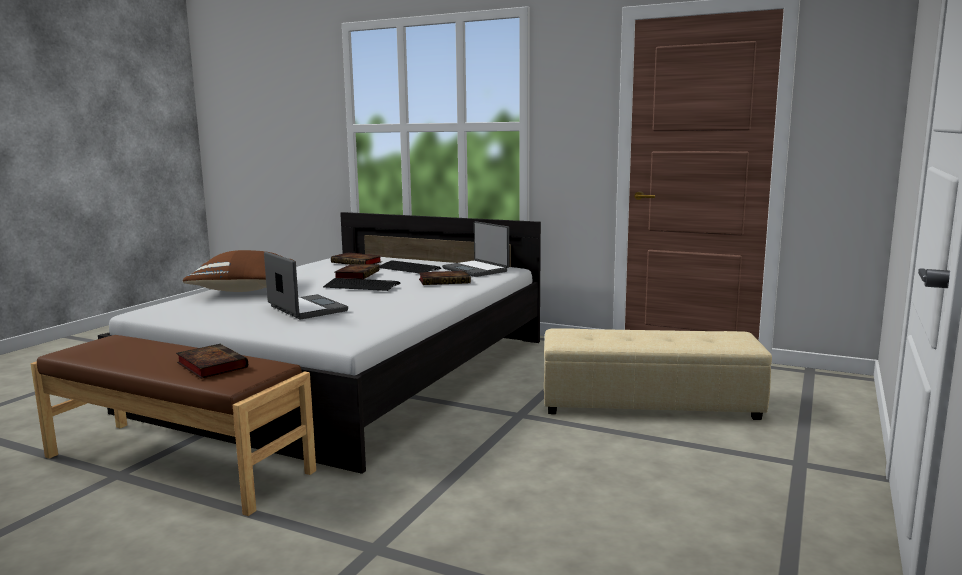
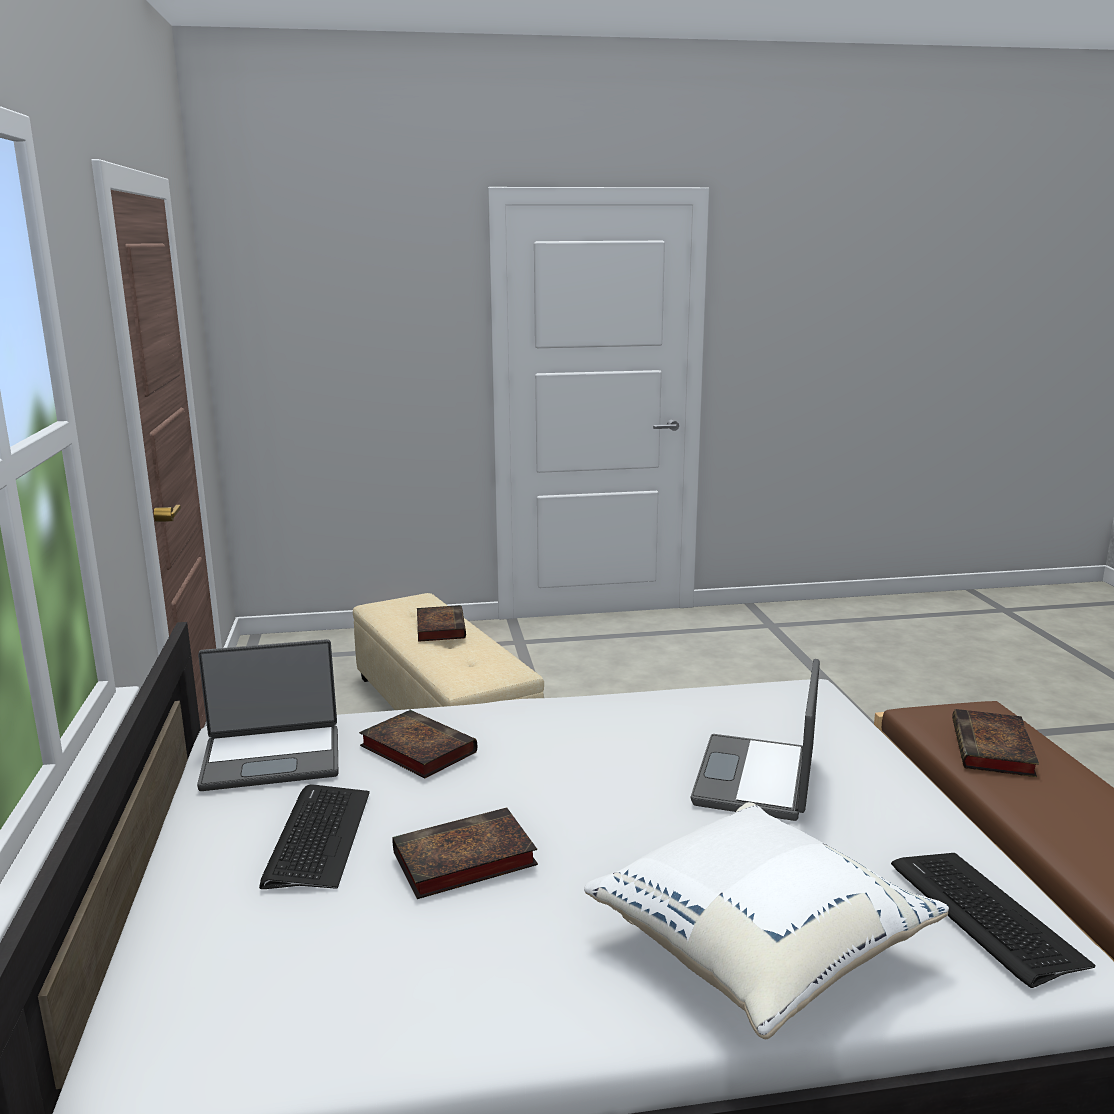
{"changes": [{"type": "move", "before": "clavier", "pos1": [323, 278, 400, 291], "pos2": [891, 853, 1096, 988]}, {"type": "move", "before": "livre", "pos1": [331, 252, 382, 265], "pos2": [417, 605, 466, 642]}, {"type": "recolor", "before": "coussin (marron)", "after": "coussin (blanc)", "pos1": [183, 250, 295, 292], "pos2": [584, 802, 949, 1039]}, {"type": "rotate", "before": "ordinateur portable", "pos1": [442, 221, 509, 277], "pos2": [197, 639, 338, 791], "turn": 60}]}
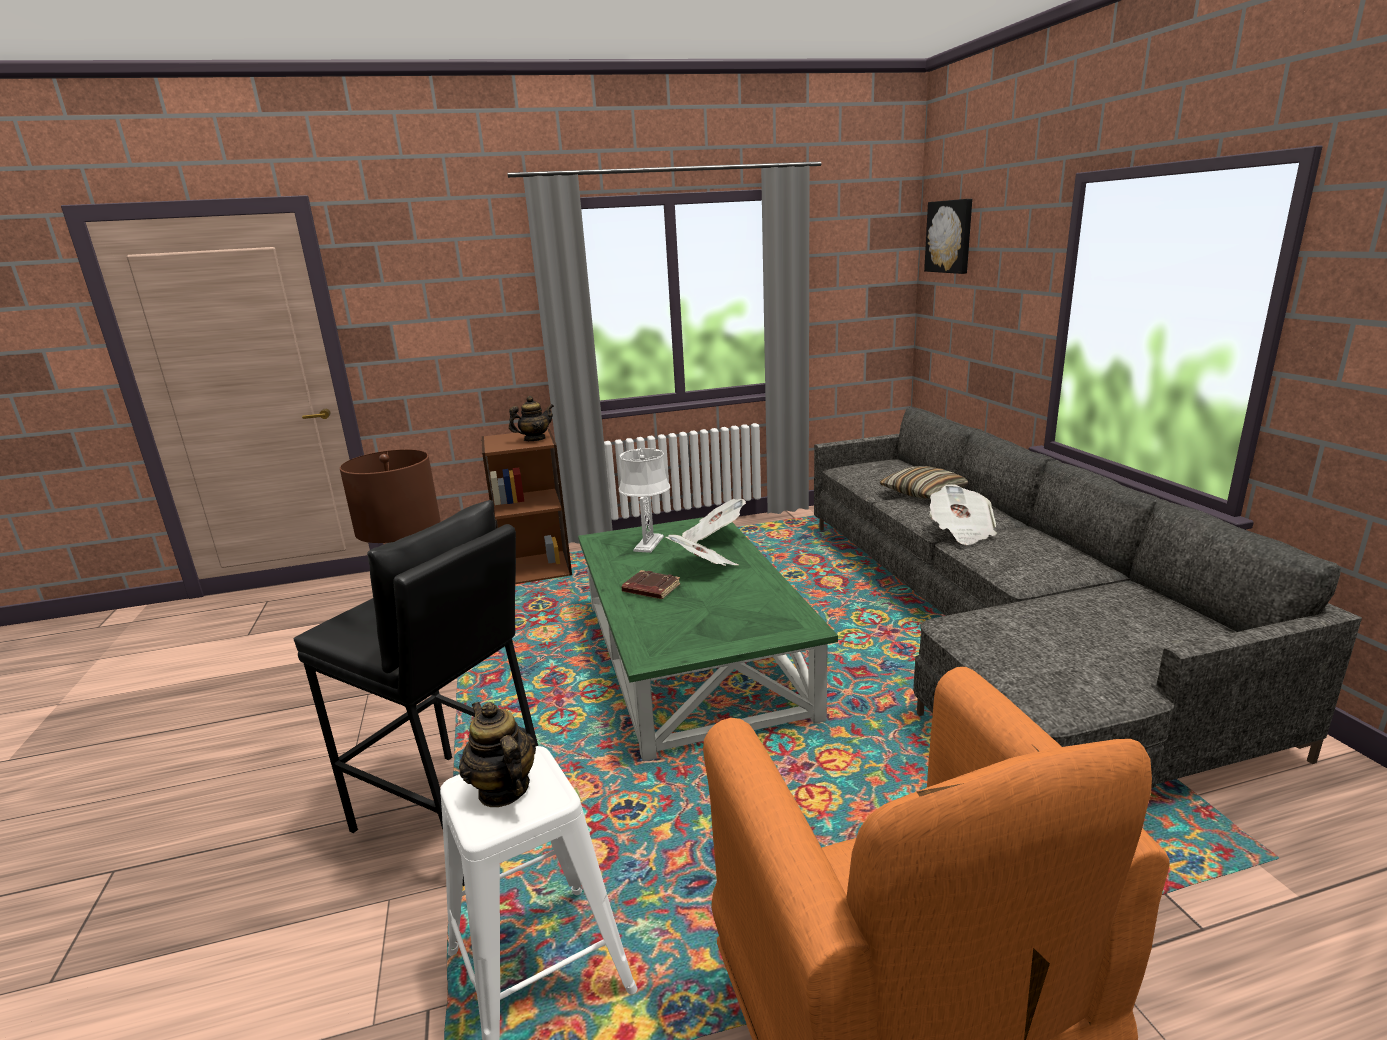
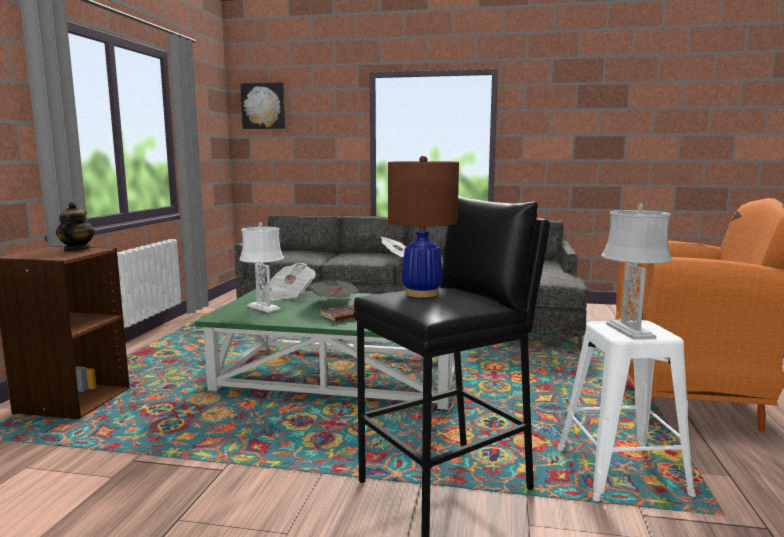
{"changes": [{"type": "delete", "before": "coussin", "pos1": [879, 466, 969, 498]}, {"type": "replace", "before": "théière", "after": "lampe de table (gris)", "pos1": [459, 702, 536, 807], "pos2": [601, 203, 672, 340]}]}
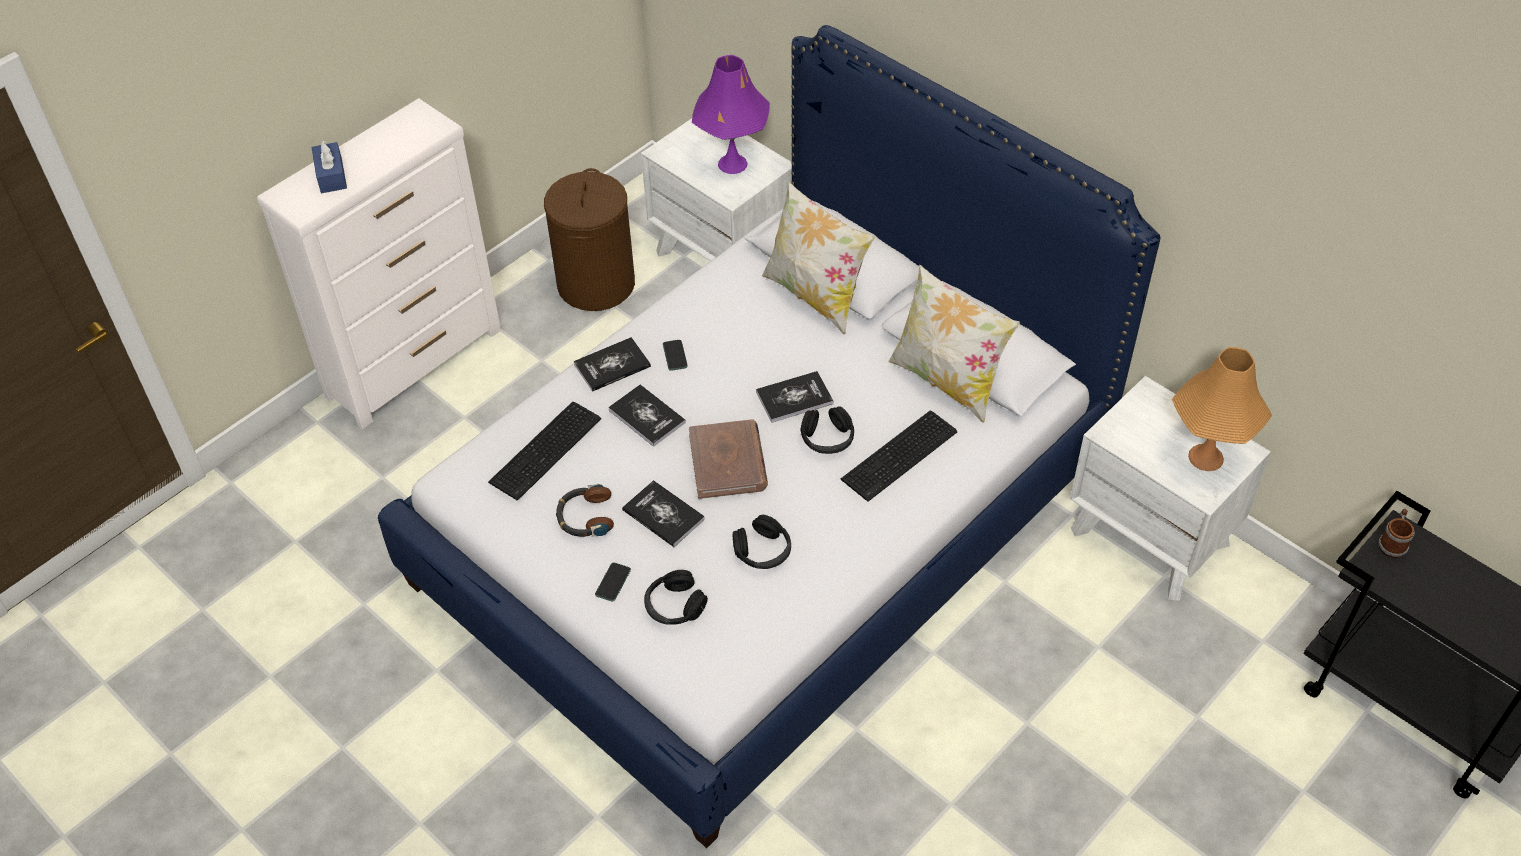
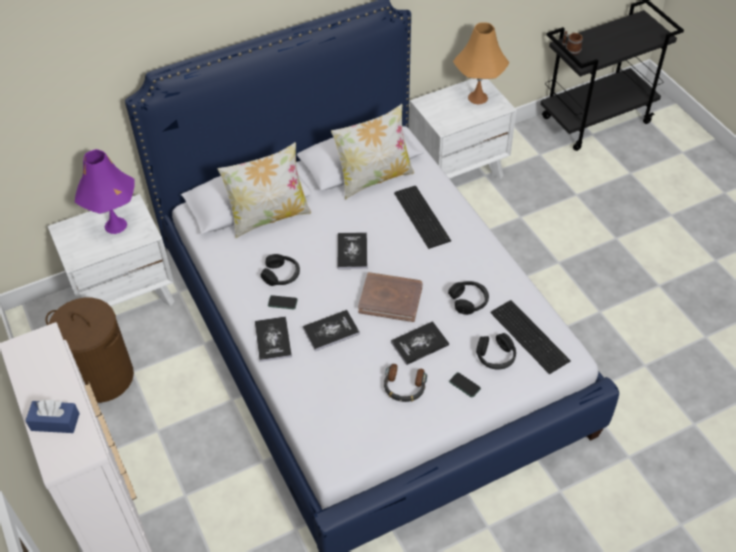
{"changes": [{"type": "move", "before": "clavier", "pos1": [488, 402, 601, 501], "pos2": [490, 300, 571, 374]}, {"type": "move", "before": "casque audio (noir)", "pos1": [800, 406, 854, 454], "pos2": [261, 254, 300, 286]}]}
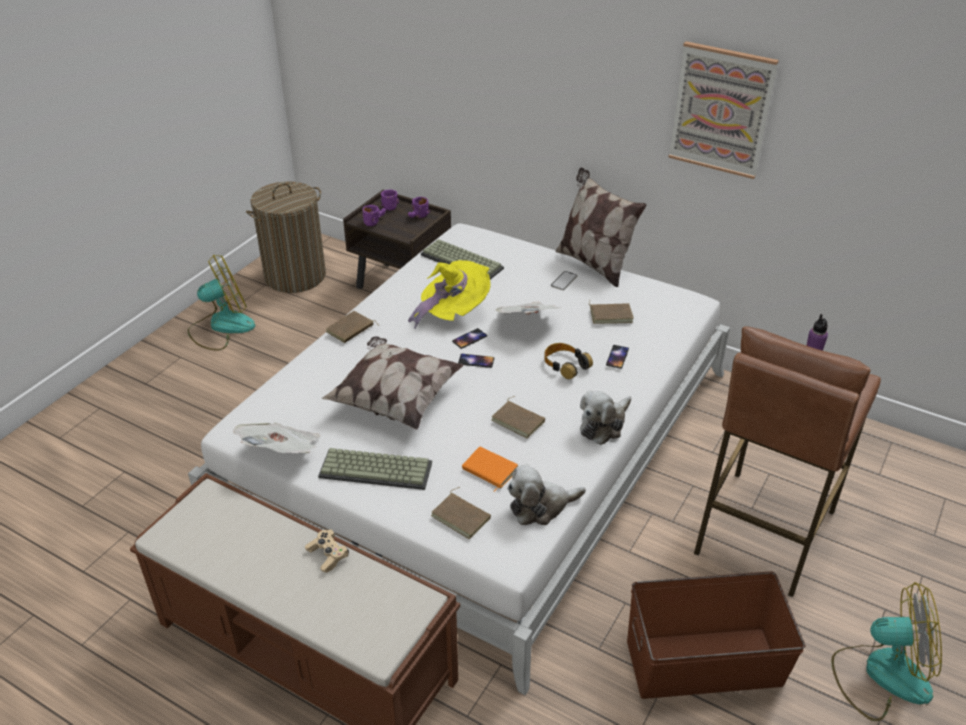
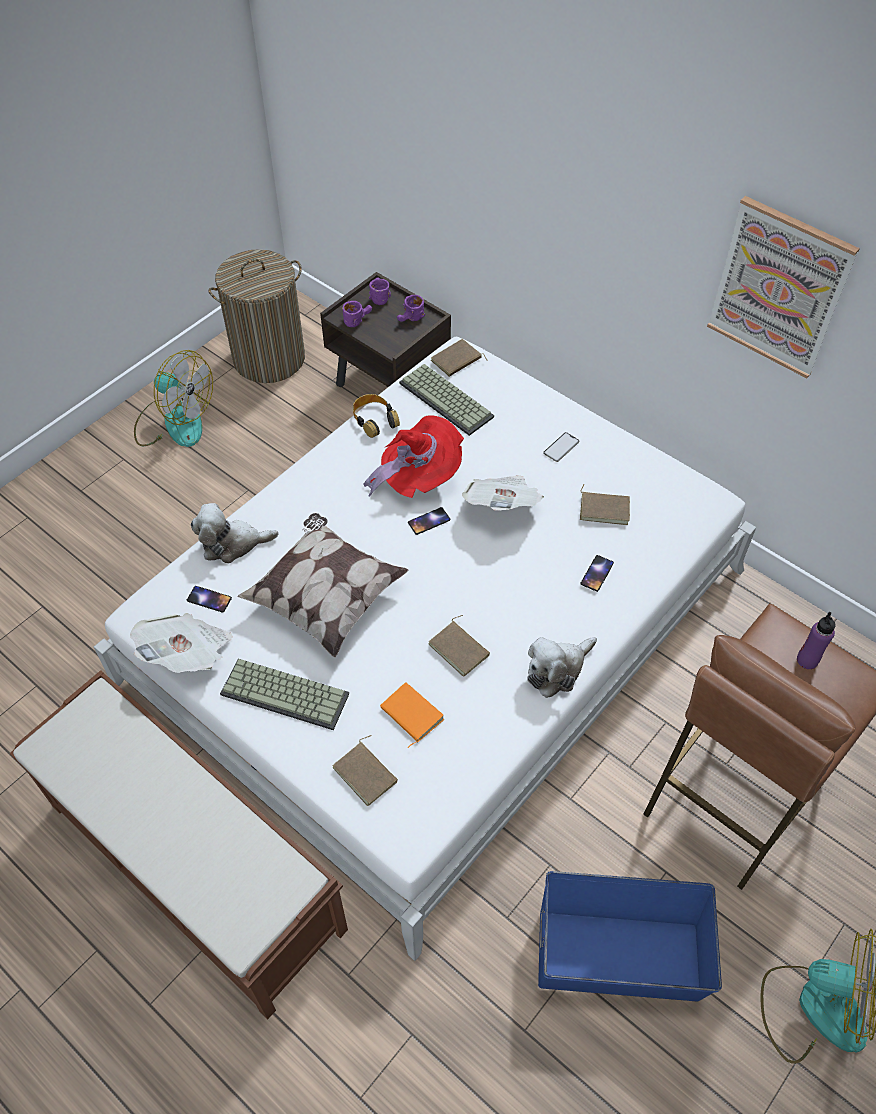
{"changes": [{"type": "delete", "before": "manette (beige)", "pos1": [305, 529, 349, 573]}, {"type": "delete", "before": "coussin", "pos1": [555, 167, 647, 287]}, {"type": "move", "before": "livre (marron)", "pos1": [326, 311, 380, 343], "pos2": [431, 339, 488, 377]}, {"type": "move", "before": "téléphone", "pos1": [458, 354, 494, 368], "pos2": [187, 586, 232, 613]}, {"type": "move", "before": "peluche", "pos1": [507, 465, 586, 525], "pos2": [191, 503, 278, 563]}, {"type": "move", "before": "casque audio", "pos1": [545, 343, 593, 379], "pos2": [353, 394, 400, 438]}, {"type": "recolor", "before": "chapeau (jaune)", "after": "chapeau (rouge)", "pos1": [408, 260, 491, 328], "pos2": [363, 415, 464, 498]}, {"type": "recolor", "before": "boîte de rangement (marron)", "after": "boîte de rangement (bleu)", "pos1": [627, 571, 805, 699], "pos2": [538, 871, 722, 1001]}, {"type": "rotate", "before": "ventilateur", "pos1": [188, 255, 255, 351], "pos2": [134, 350, 213, 447], "turn": 45}]}
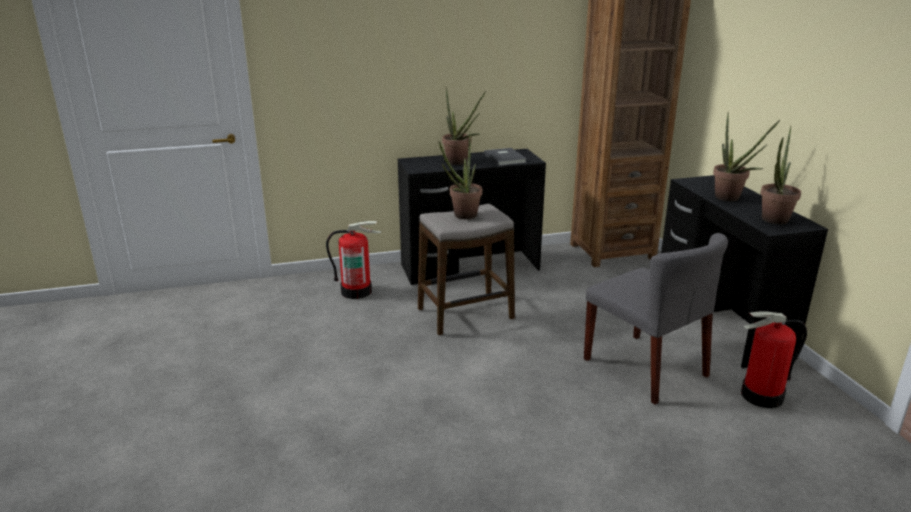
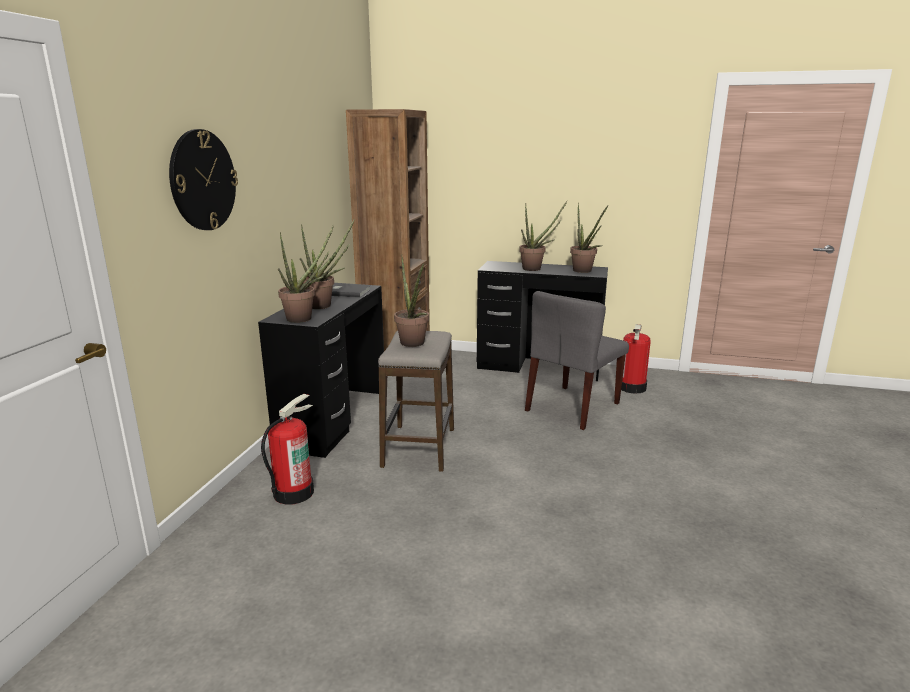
{"changes": [{"type": "insert", "after": "horloge murale", "pos2": [169, 129, 238, 230]}, {"type": "insert", "after": "plante en pot", "pos2": [278, 224, 334, 323]}, {"type": "rotate", "before": "chaise (gris)", "pos1": [584, 233, 728, 405], "pos2": [525, 291, 629, 430], "turn": 135}]}
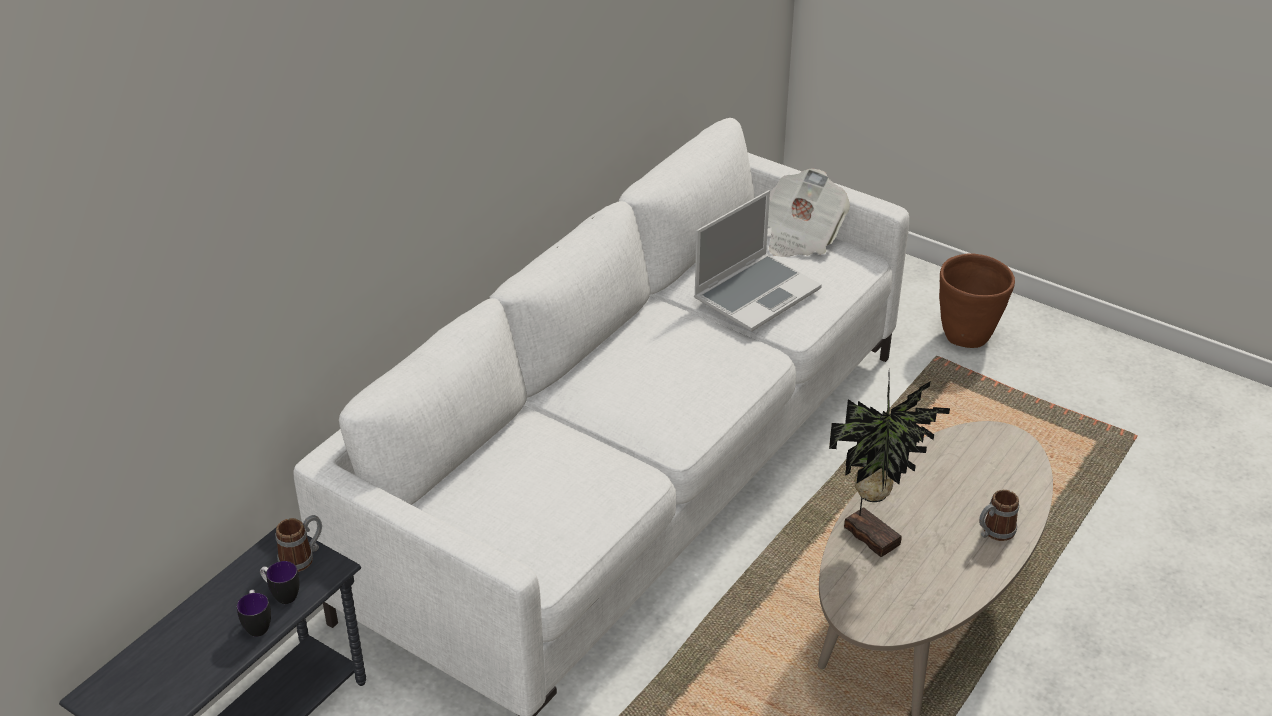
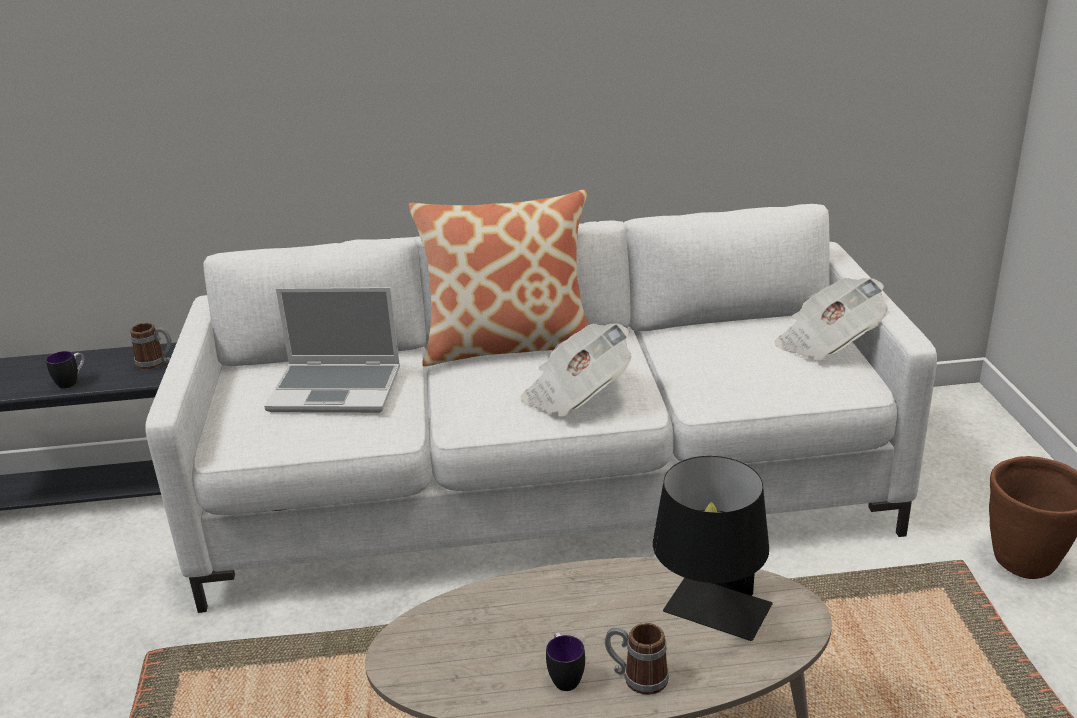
{"changes": [{"type": "delete", "before": "plante en pot", "pos1": [829, 373, 950, 557]}, {"type": "insert", "after": "coussin", "pos2": [409, 189, 589, 366]}, {"type": "insert", "after": "journal", "pos2": [521, 323, 632, 417]}, {"type": "insert", "after": "lampe de table (noir)", "pos2": [653, 456, 772, 641]}, {"type": "move", "before": "mug", "pos1": [260, 561, 300, 604], "pos2": [546, 633, 585, 691]}, {"type": "move", "before": "ordinateur portable", "pos1": [694, 190, 822, 332], "pos2": [264, 287, 400, 413]}]}
